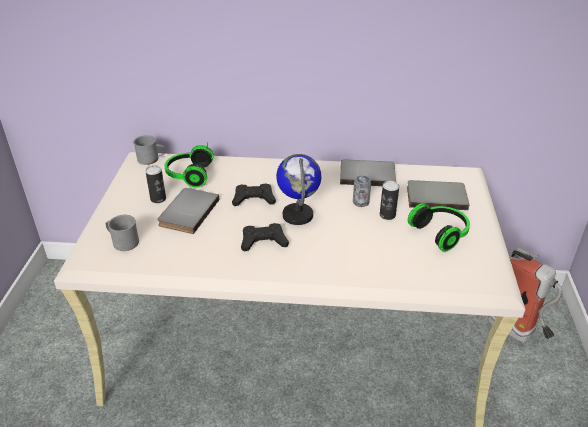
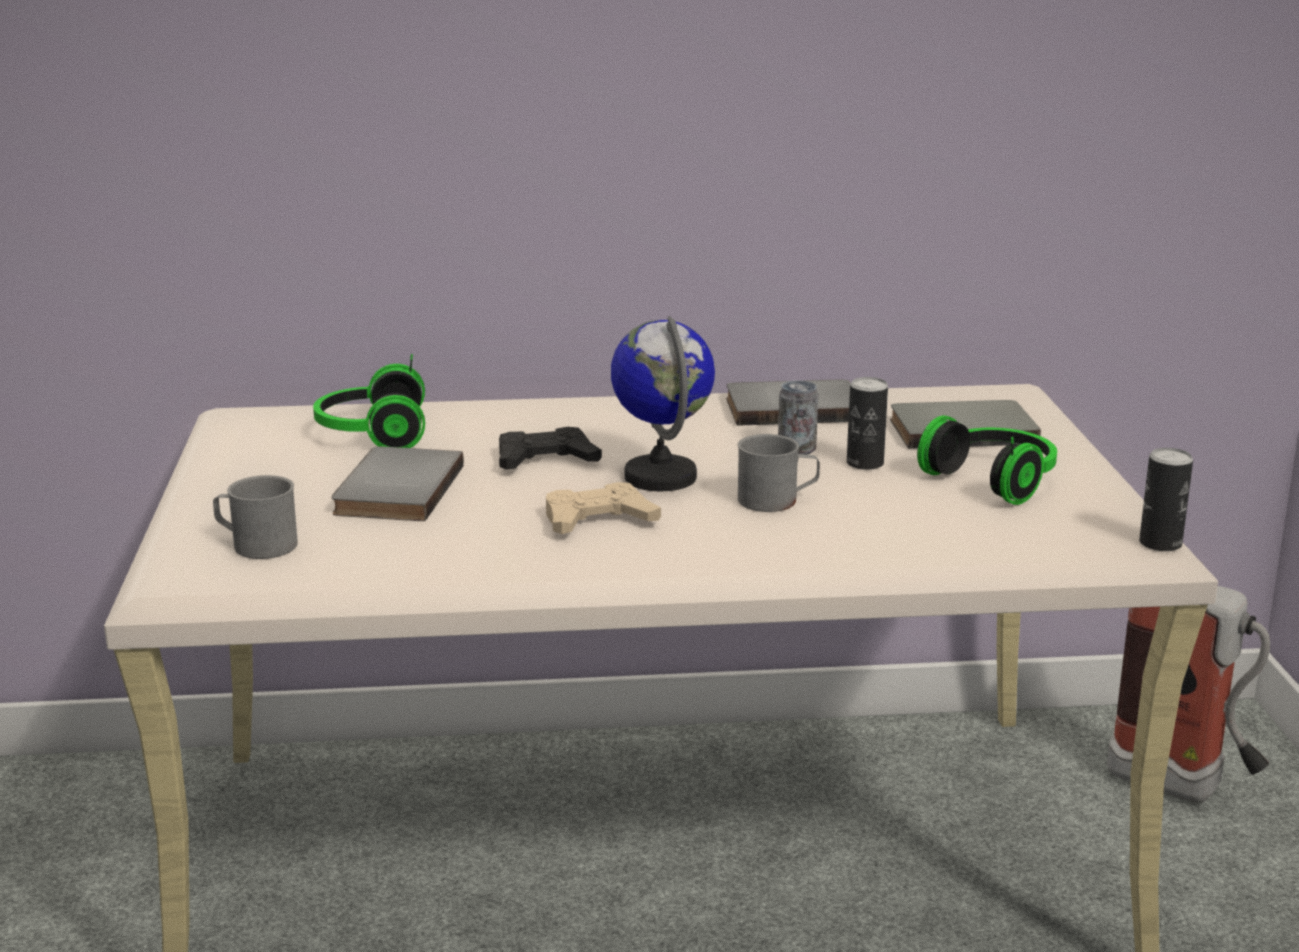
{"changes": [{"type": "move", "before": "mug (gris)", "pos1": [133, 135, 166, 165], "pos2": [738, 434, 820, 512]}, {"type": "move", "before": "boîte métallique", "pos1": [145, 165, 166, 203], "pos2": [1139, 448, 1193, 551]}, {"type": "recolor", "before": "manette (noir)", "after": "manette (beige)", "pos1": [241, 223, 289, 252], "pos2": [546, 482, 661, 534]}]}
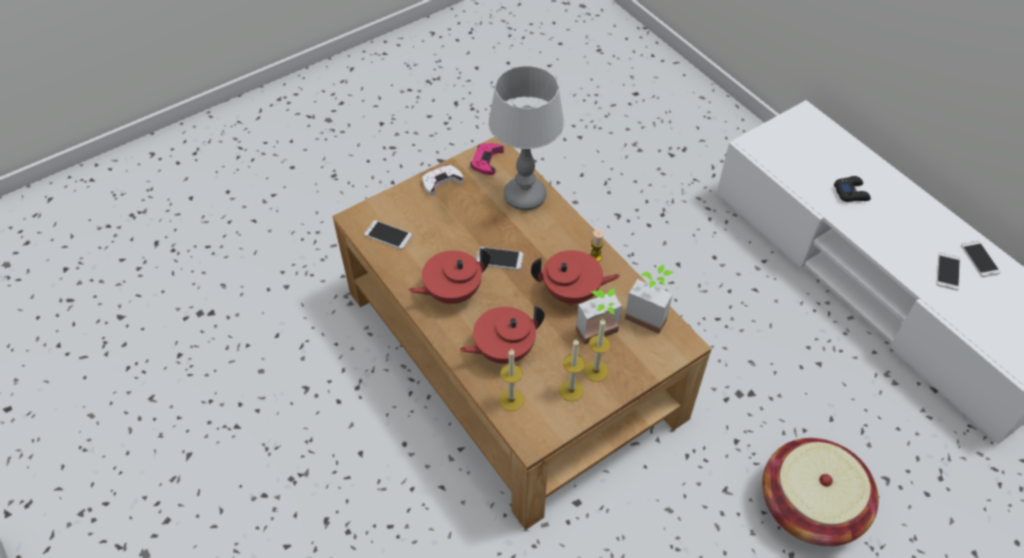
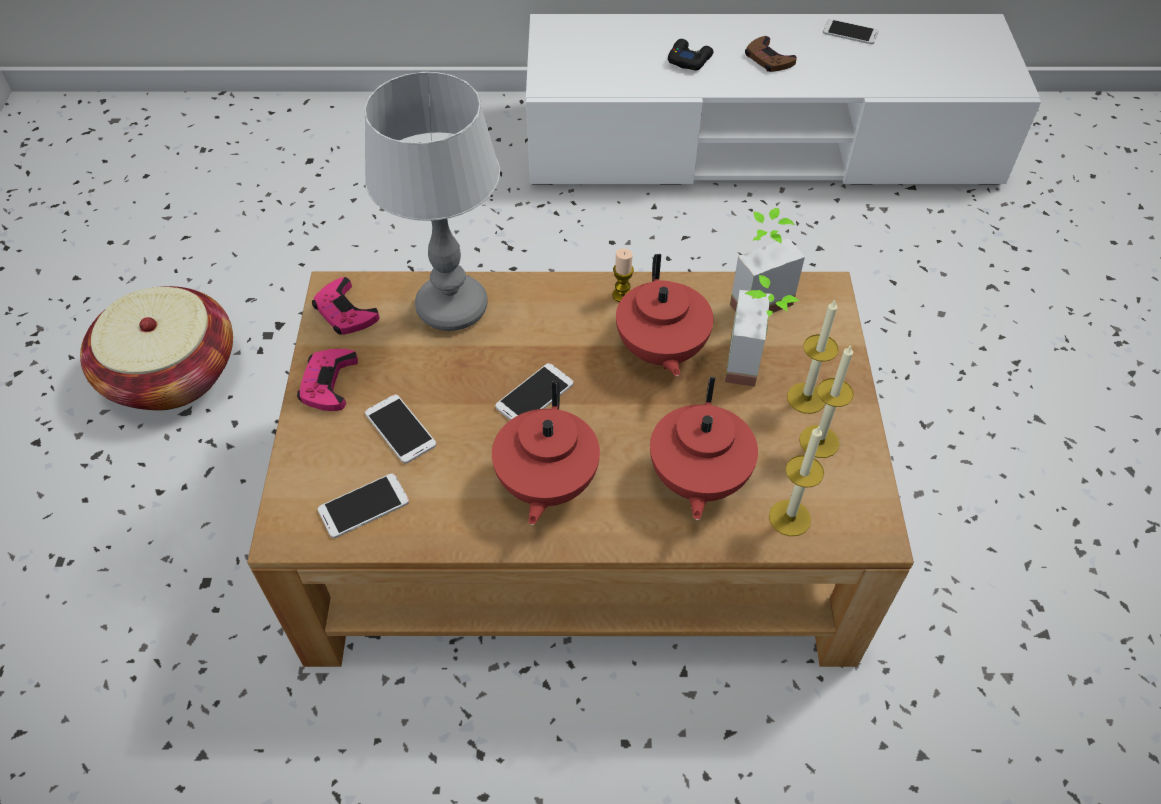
{"changes": [{"type": "insert", "after": "manette (marron)", "pos2": [745, 36, 797, 72]}, {"type": "move", "before": "panier", "pos1": [762, 438, 879, 546], "pos2": [80, 286, 233, 411]}, {"type": "move", "before": "téléphone", "pos1": [936, 253, 960, 290], "pos2": [365, 394, 436, 463]}, {"type": "recolor", "before": "manette (blanc)", "after": "manette (rose)", "pos1": [422, 165, 464, 195], "pos2": [297, 349, 358, 411]}, {"type": "rotate", "before": "théière (rouge)", "pos1": [531, 250, 620, 305], "pos2": [616, 254, 714, 376], "turn": 135}]}
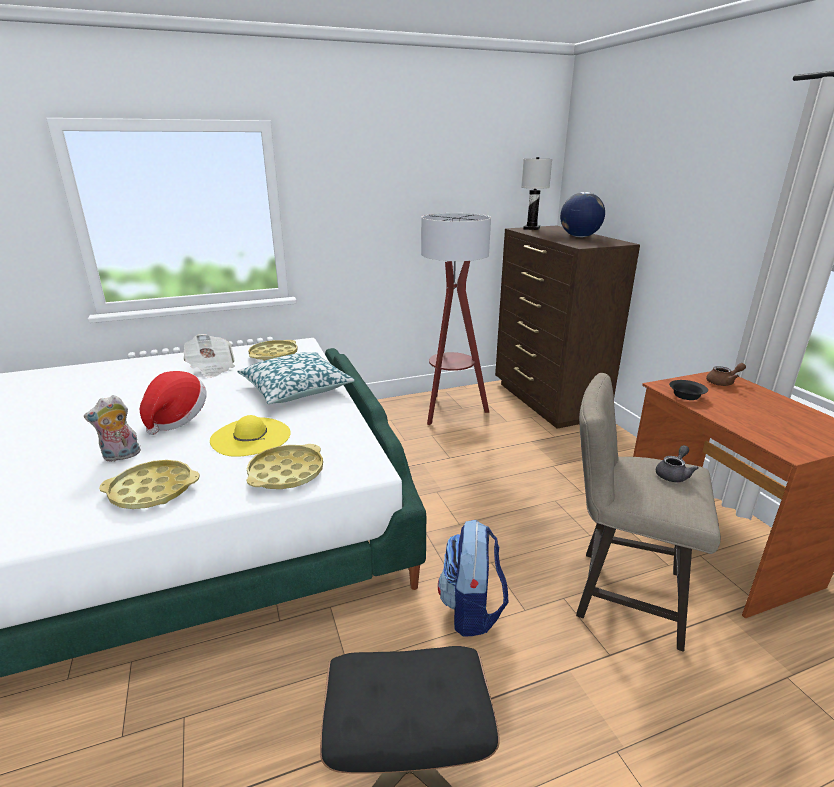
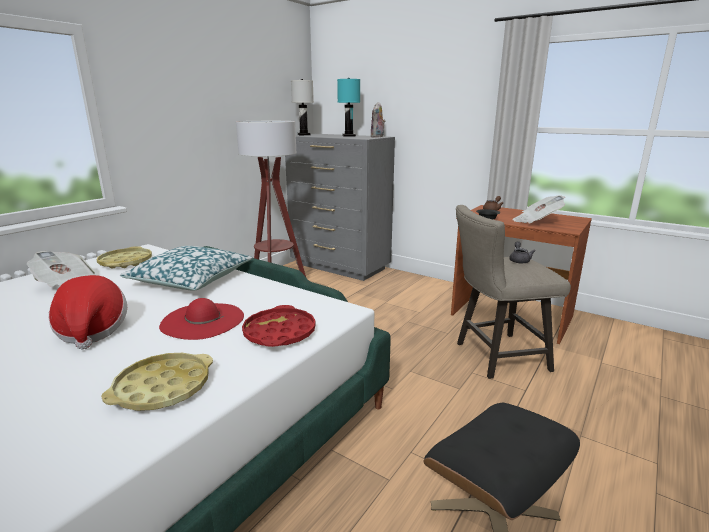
{"changes": [{"type": "delete", "before": "sac à dos", "pos1": [438, 520, 509, 637]}, {"type": "insert", "after": "journal", "pos2": [513, 195, 565, 223]}, {"type": "move", "before": "peluche", "pos1": [84, 395, 141, 462], "pos2": [371, 102, 385, 138]}, {"type": "replace", "before": "globe", "after": "lampe de table (turquoise)", "pos1": [560, 192, 605, 237], "pos2": [337, 78, 360, 137]}, {"type": "recolor", "before": "chapeau (jaune)", "after": "chapeau (rouge)", "pos1": [210, 415, 291, 457], "pos2": [159, 298, 244, 340]}, {"type": "recolor", "before": "plateau (jaune)", "after": "plateau (rouge)", "pos1": [246, 444, 323, 489], "pos2": [242, 305, 316, 347]}, {"type": "recolor", "before": "commode (marron)", "after": "commode (gris)", "pos1": [495, 226, 640, 429], "pos2": [285, 134, 395, 281]}]}
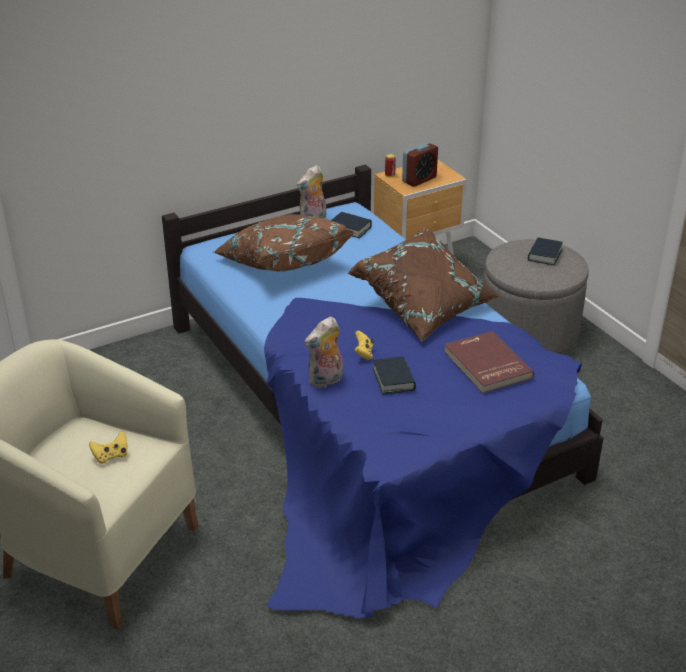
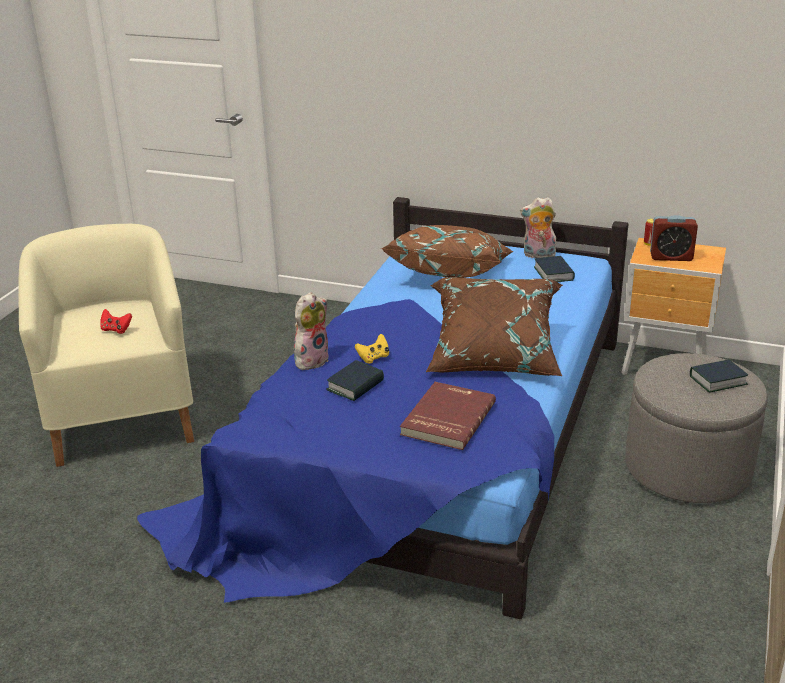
{"changes": [{"type": "recolor", "before": "manette (jaune)", "after": "manette (rouge)", "pos1": [89, 431, 128, 464], "pos2": [101, 309, 132, 334]}, {"type": "rotate", "before": "peluche", "pos1": [305, 316, 343, 388], "pos2": [294, 292, 329, 370], "turn": 120}]}
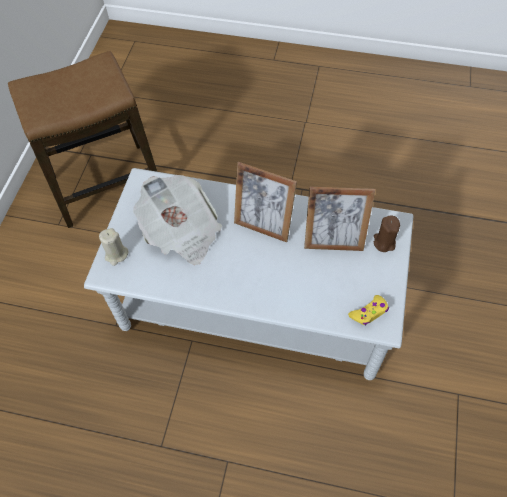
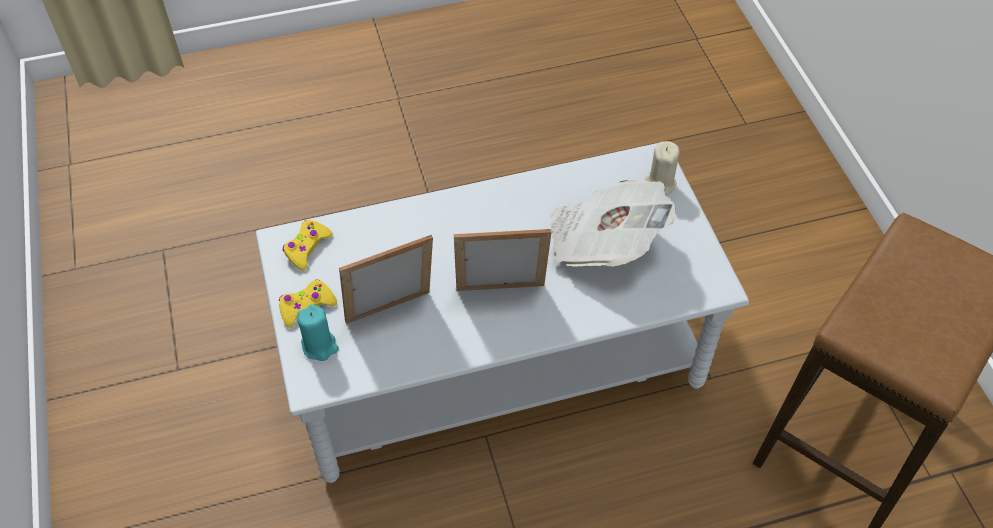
{"changes": [{"type": "insert", "after": "manette (jaune)", "pos2": [279, 280, 337, 328]}, {"type": "recolor", "before": "bougie (marron)", "after": "bougie (turquoise)", "pos1": [374, 216, 400, 252], "pos2": [297, 304, 339, 361]}]}
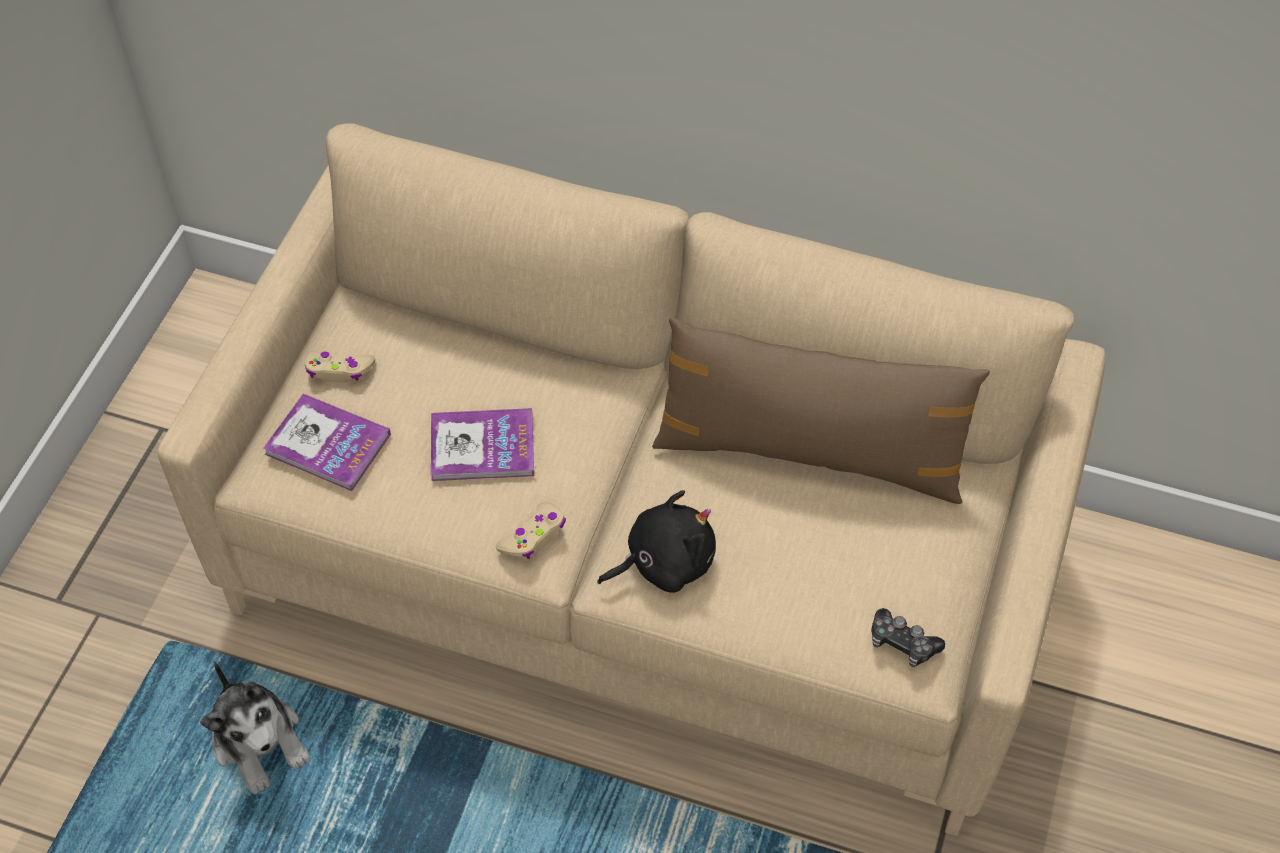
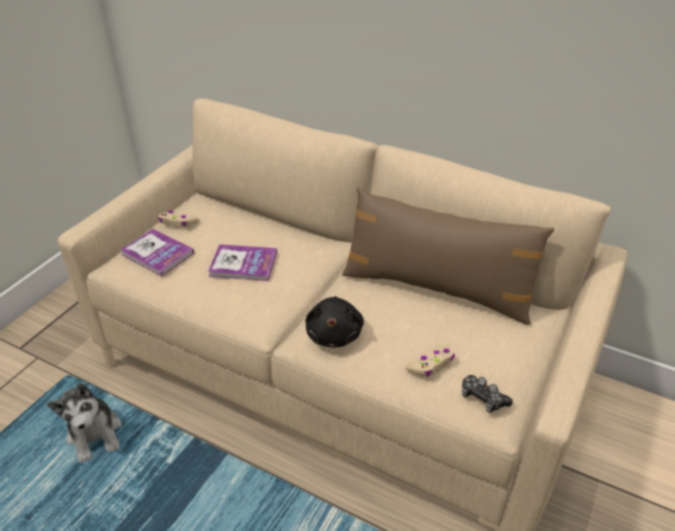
{"changes": [{"type": "move", "before": "manette (beige)", "pos1": [495, 502, 566, 559], "pos2": [405, 345, 455, 377]}, {"type": "rotate", "before": "peluche (noir)", "pos1": [597, 490, 716, 593], "pos2": [305, 296, 364, 347], "turn": 105}]}
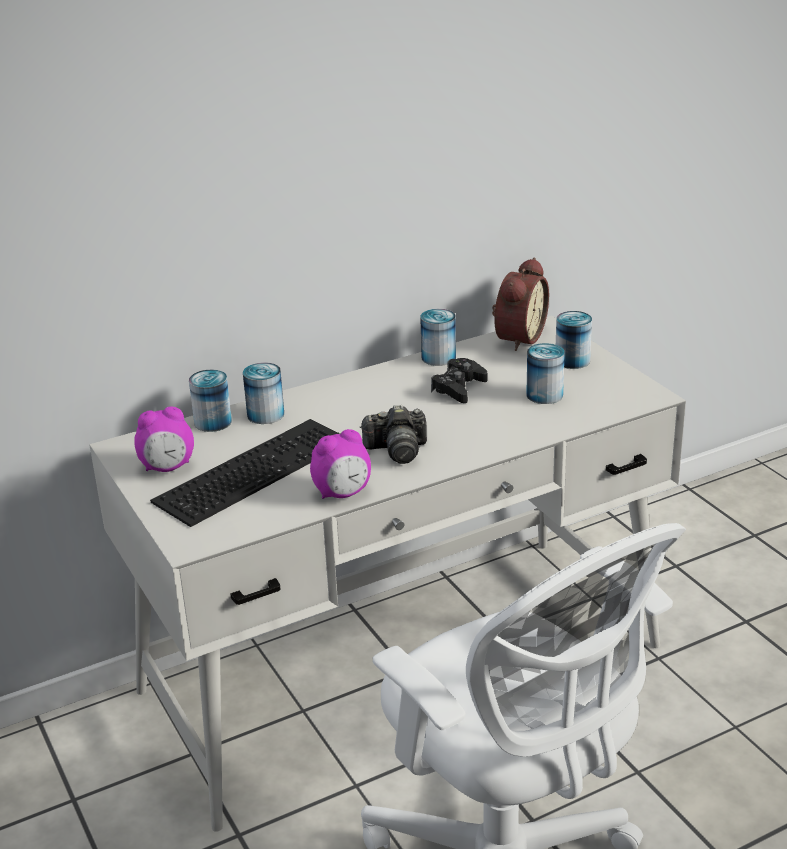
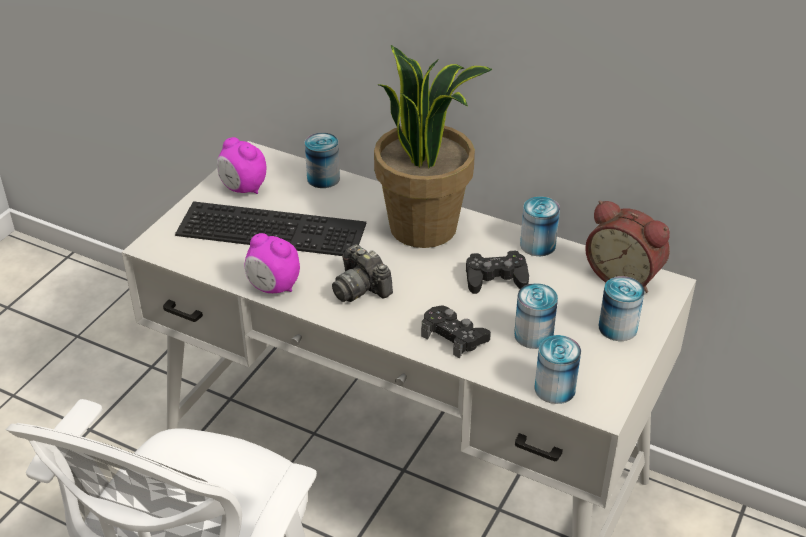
{"changes": [{"type": "insert", "after": "plante en pot", "pos2": [374, 45, 492, 248]}, {"type": "insert", "after": "manette (noir)", "pos2": [421, 305, 491, 359]}, {"type": "move", "before": "boîte métallique", "pos1": [243, 362, 284, 424], "pos2": [534, 335, 581, 404]}, {"type": "rotate", "before": "réveil", "pos1": [492, 258, 549, 351], "pos2": [585, 200, 670, 293], "turn": 45}]}
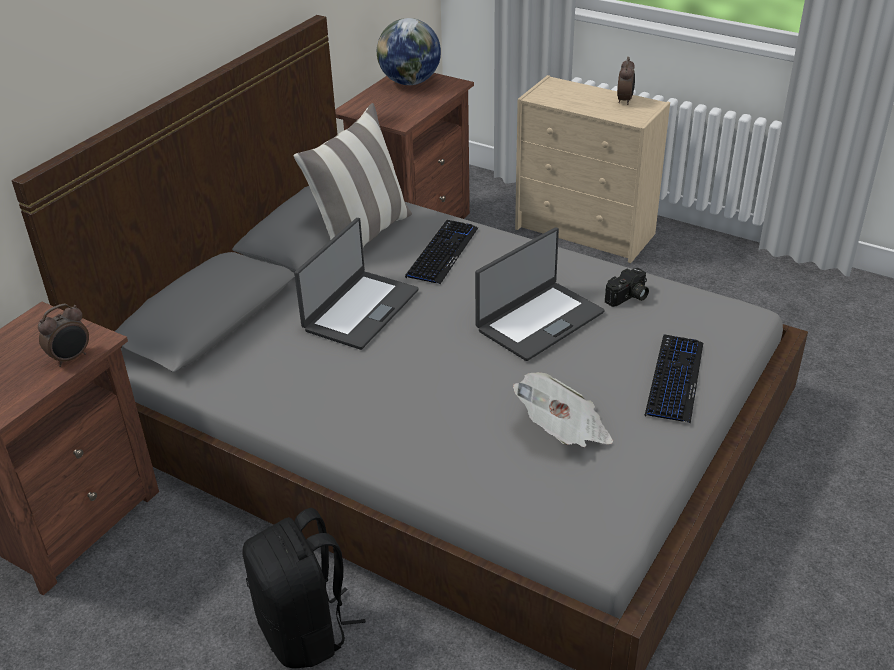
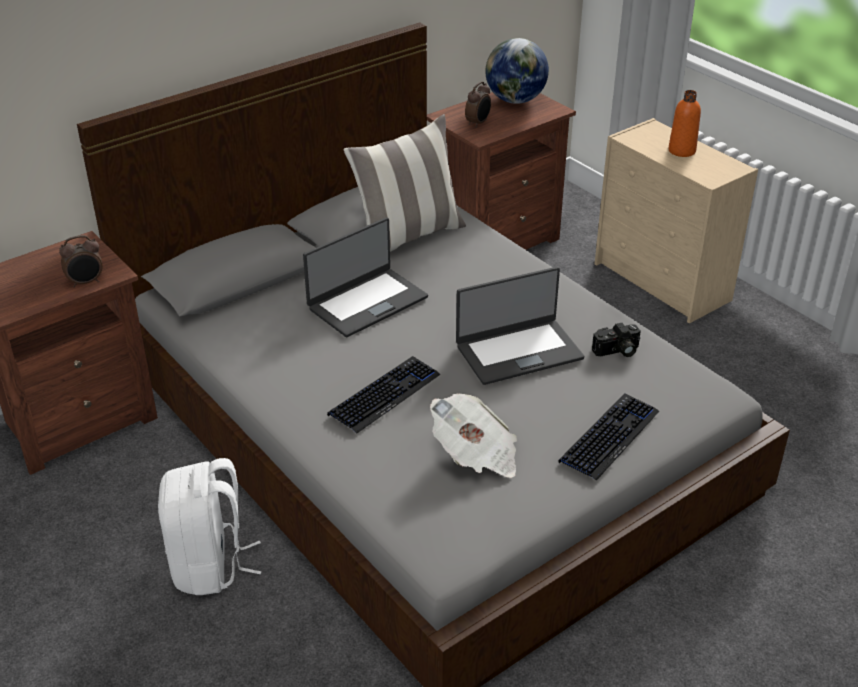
{"changes": [{"type": "insert", "after": "bouteille (orange)", "pos2": [669, 90, 701, 157]}, {"type": "move", "before": "clavier", "pos1": [405, 220, 478, 284], "pos2": [327, 356, 441, 434]}, {"type": "move", "before": "réveil", "pos1": [617, 57, 635, 105], "pos2": [465, 81, 491, 128]}, {"type": "recolor", "before": "sac à dos (noir)", "after": "sac à dos (blanc)", "pos1": [242, 508, 366, 668], "pos2": [158, 458, 261, 595]}]}
